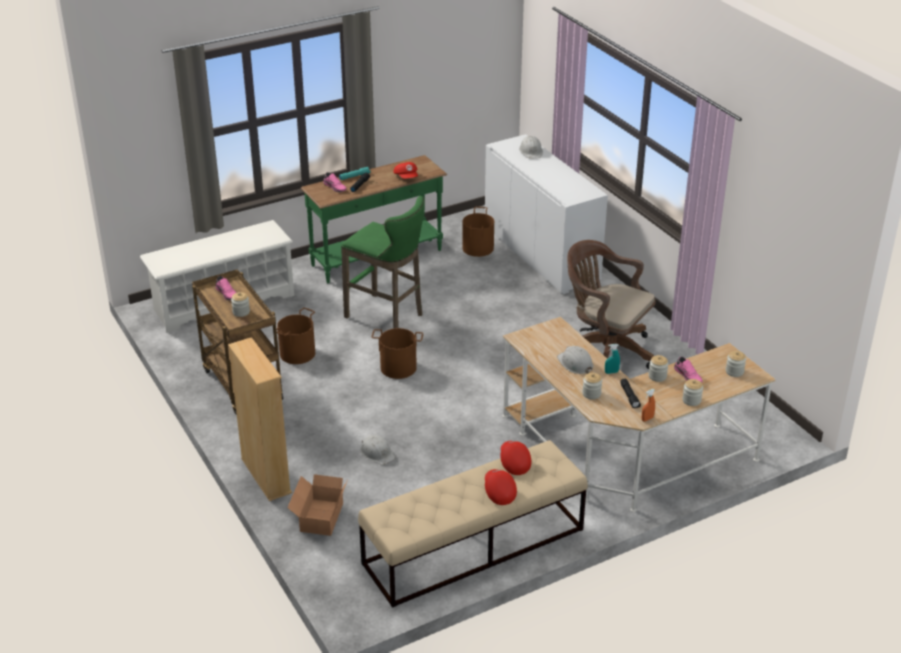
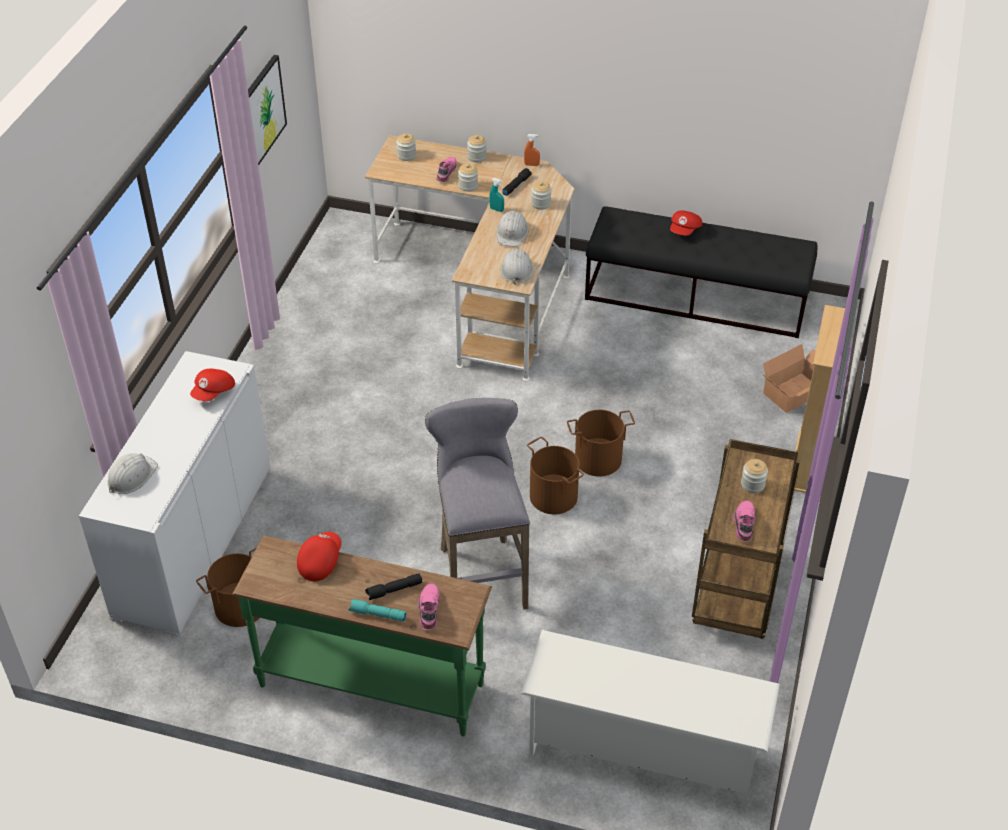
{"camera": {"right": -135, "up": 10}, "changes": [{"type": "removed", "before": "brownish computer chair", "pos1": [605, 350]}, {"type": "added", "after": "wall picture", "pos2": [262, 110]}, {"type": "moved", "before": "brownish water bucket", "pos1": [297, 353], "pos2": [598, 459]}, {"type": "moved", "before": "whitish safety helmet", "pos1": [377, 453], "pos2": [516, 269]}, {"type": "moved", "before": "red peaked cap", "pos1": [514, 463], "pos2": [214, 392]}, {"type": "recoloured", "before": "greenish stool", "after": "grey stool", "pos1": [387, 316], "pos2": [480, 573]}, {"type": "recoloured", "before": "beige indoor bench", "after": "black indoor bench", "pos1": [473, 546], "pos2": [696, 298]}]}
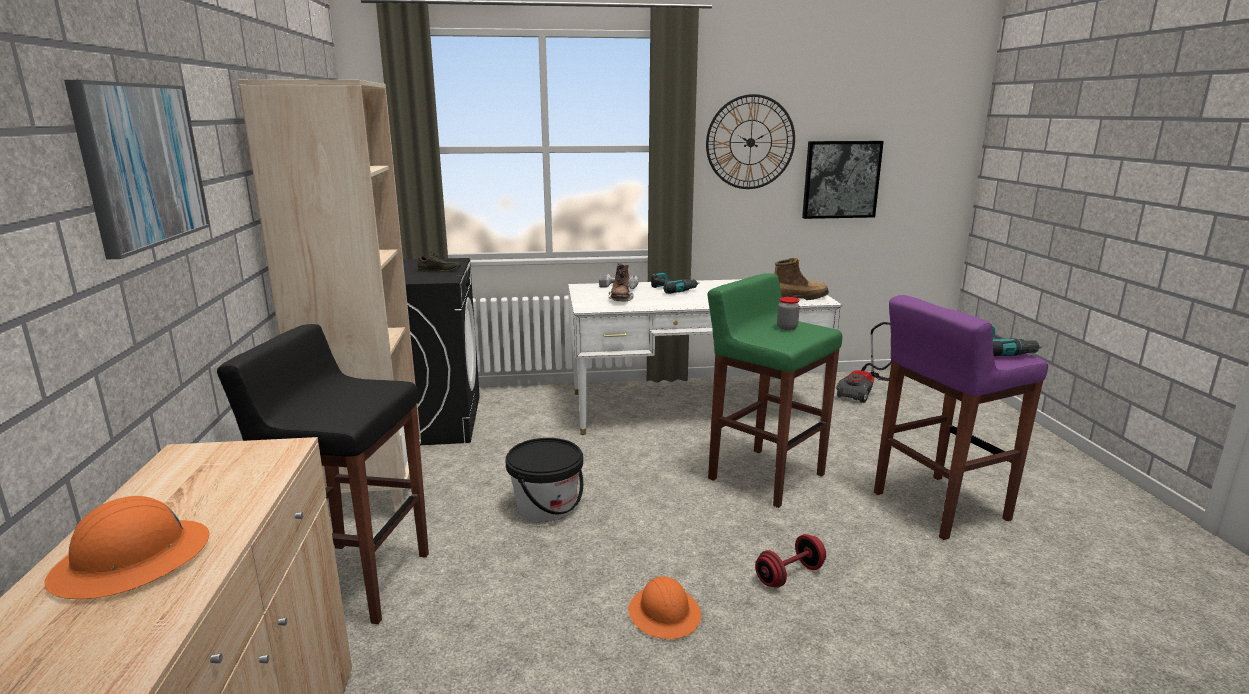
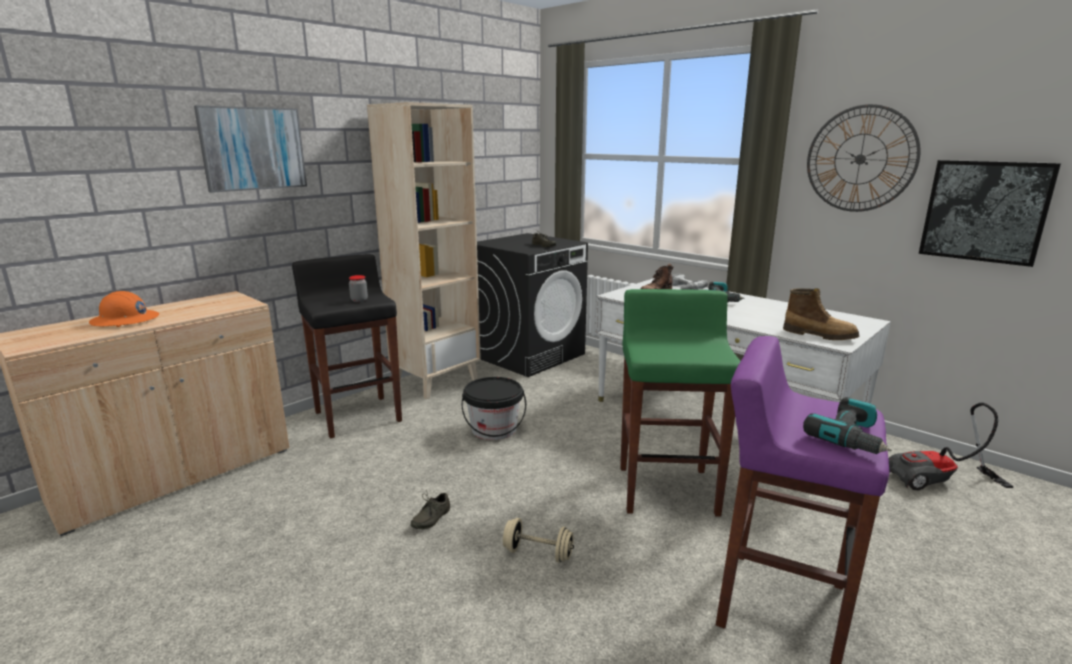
{"camera": {"right": 50, "up": 0}, "changes": [{"type": "moved", "before": "preserve jar", "pos1": [787, 327], "pos2": [359, 300]}, {"type": "replaced", "before": "orangey safety helmet", "after": "grey item of footwear", "pos1": [664, 614], "pos2": [429, 518]}, {"type": "recoloured", "before": "red free weight", "after": "beige free weight", "pos1": [789, 575], "pos2": [538, 553]}]}
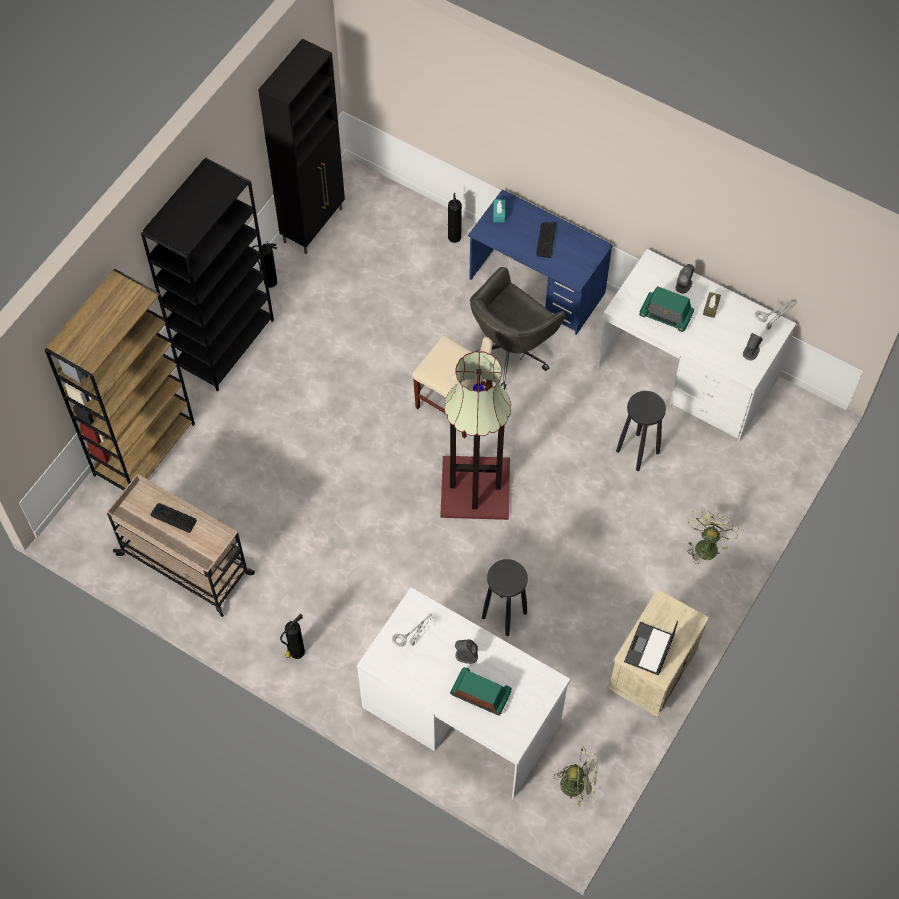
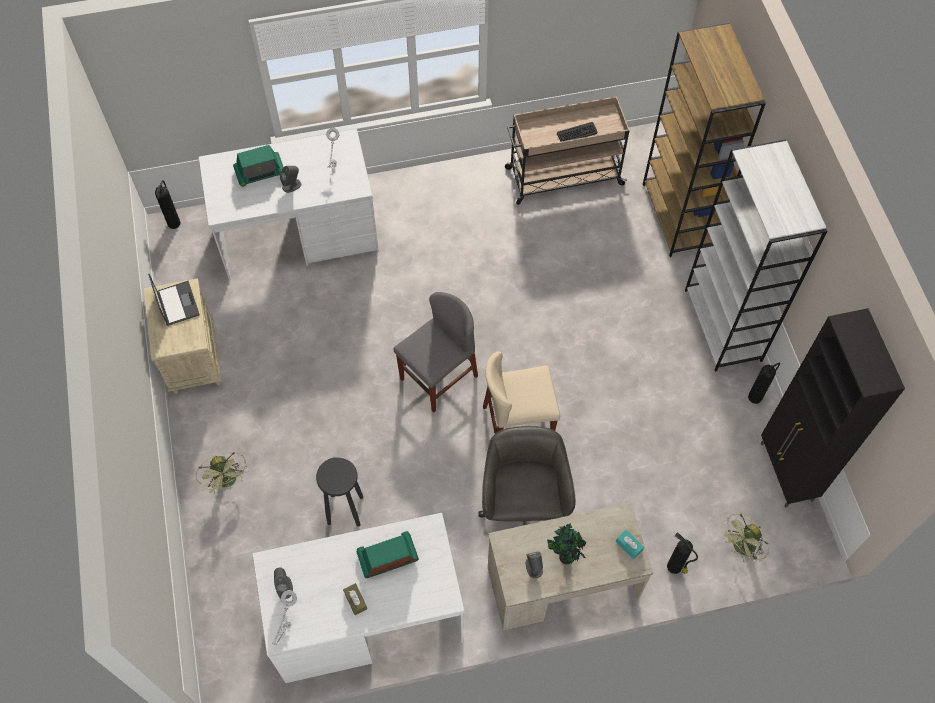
{"camera": {"right": 135, "up": 0}, "changes": [{"type": "removed", "before": "black stool", "pos1": [505, 615]}, {"type": "moved", "before": "fire extinguisher", "pos1": [296, 652], "pos2": [174, 223]}, {"type": "moved", "before": "greenish electric fan", "pos1": [578, 784], "pos2": [741, 548]}, {"type": "moved", "before": "grey audio speaker", "pos1": [684, 285], "pos2": [534, 567]}, {"type": "replaced", "before": "floor lamp", "after": "grey upright chair", "pos1": [474, 487], "pos2": [438, 377]}, {"type": "replaced", "before": "PC keyboard", "after": "potted plant", "pos1": [546, 240], "pos2": [564, 557]}, {"type": "recoloured", "before": "black bookcase", "after": "whitish bookcase", "pos1": [225, 343], "pos2": [723, 325]}, {"type": "recoloured", "before": "bluish desk table", "after": "beige desk table", "pos1": [537, 287], "pos2": [562, 583]}]}
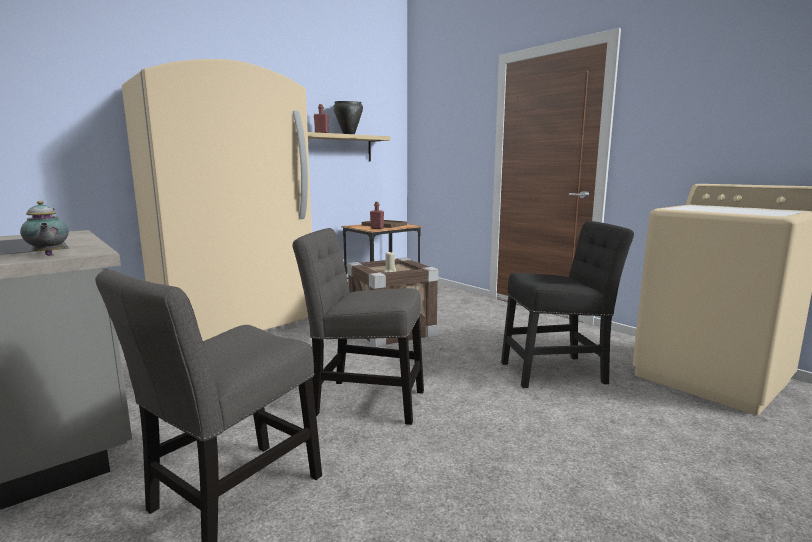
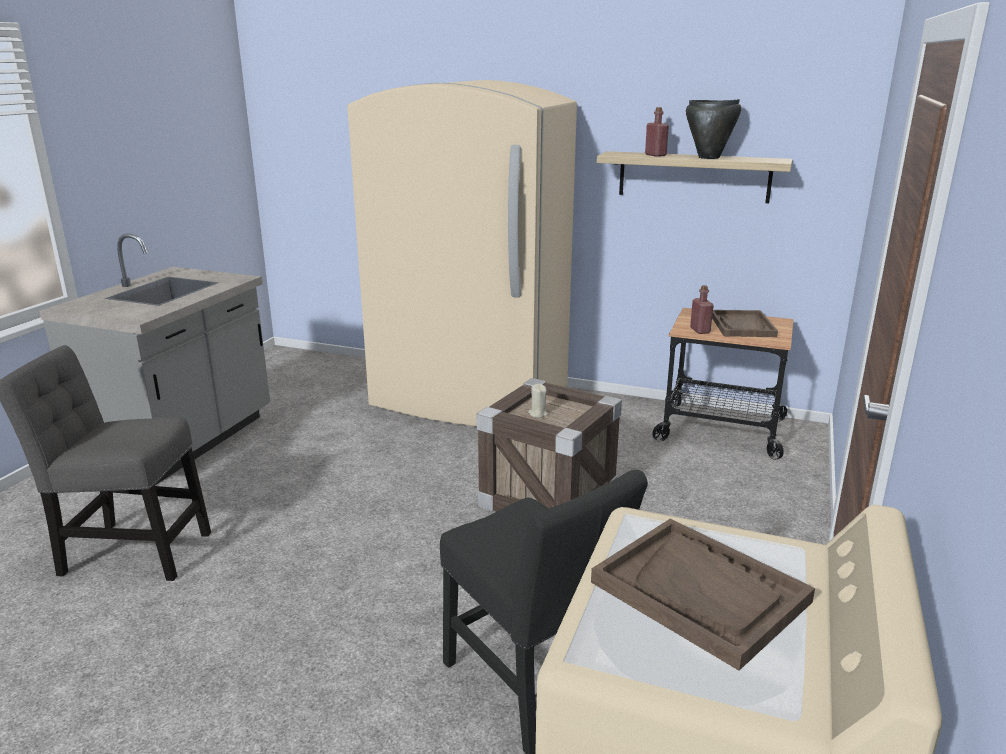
{"camera": {"right": 60, "up": 10}, "changes": [{"type": "removed", "before": "teapot", "pos1": [48, 255]}, {"type": "removed", "before": "grey upright chair", "pos1": [363, 401]}, {"type": "added", "after": "brownish serving tray", "pos2": [700, 592]}]}
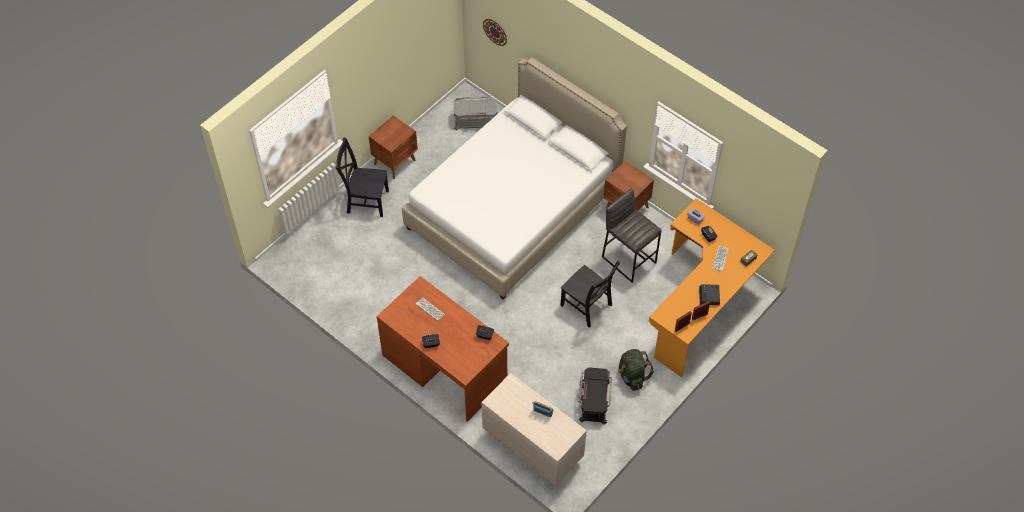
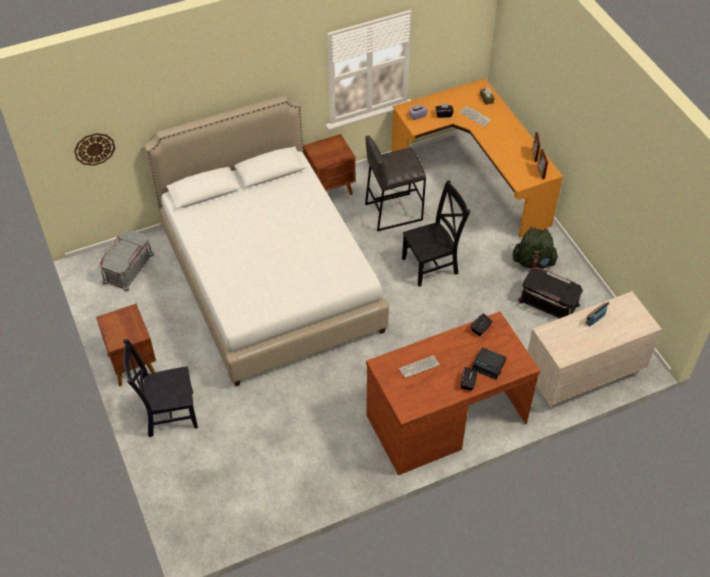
{"camera": {"right": -65, "up": -5}, "changes": [{"type": "moved", "before": "table clock", "pos1": [709, 297], "pos2": [489, 365]}, {"type": "turned", "before": "black upright chair", "pos1": [365, 201], "pos2": [168, 414], "turn": 45}]}
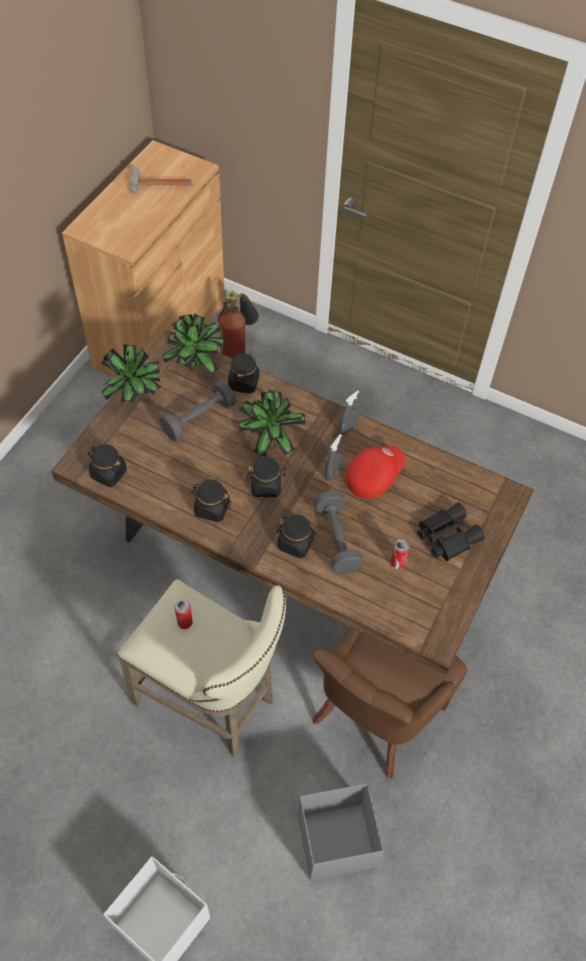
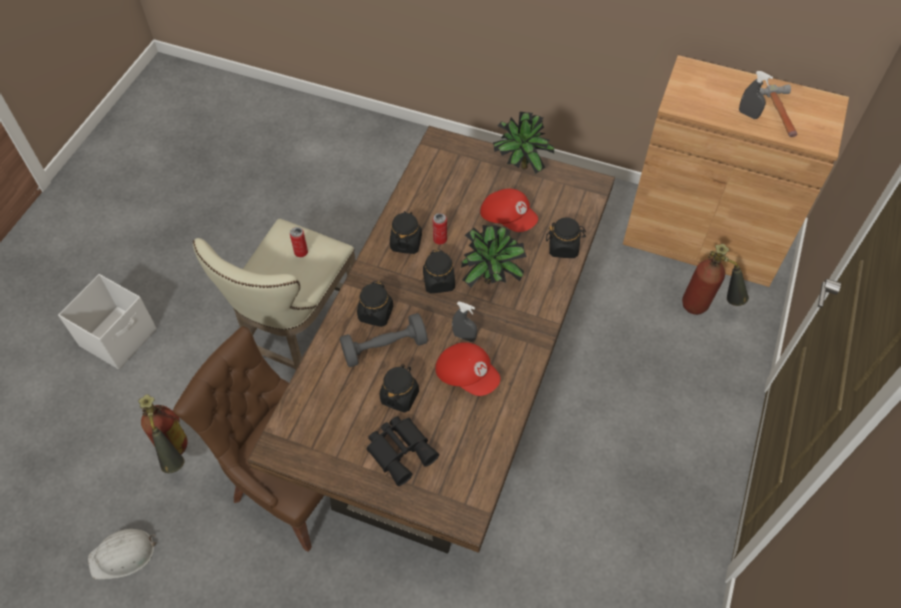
{"camera": {"right": 85, "up": 0}, "changes": [{"type": "removed", "before": "potted plant", "pos1": [197, 367]}, {"type": "added", "after": "whitish safety helmet", "pos2": [123, 555]}, {"type": "moved", "before": "black preserve jar", "pos1": [108, 473], "pos2": [399, 396]}, {"type": "moved", "before": "grey hand sprayer", "pos1": [347, 429], "pos2": [748, 114]}, {"type": "moved", "before": "metal can", "pos1": [397, 563], "pos2": [440, 239]}, {"type": "replaced", "before": "grey free weight", "after": "red peaked cap", "pos1": [199, 419], "pos2": [508, 218]}, {"type": "replaced", "before": "grey storage container", "after": "fire extinguisher", "pos1": [334, 841], "pos2": [176, 457]}]}
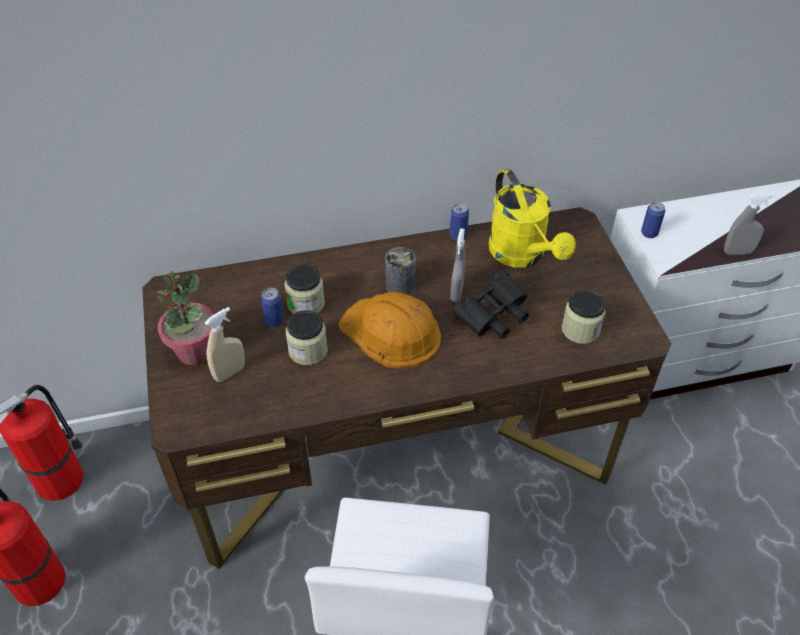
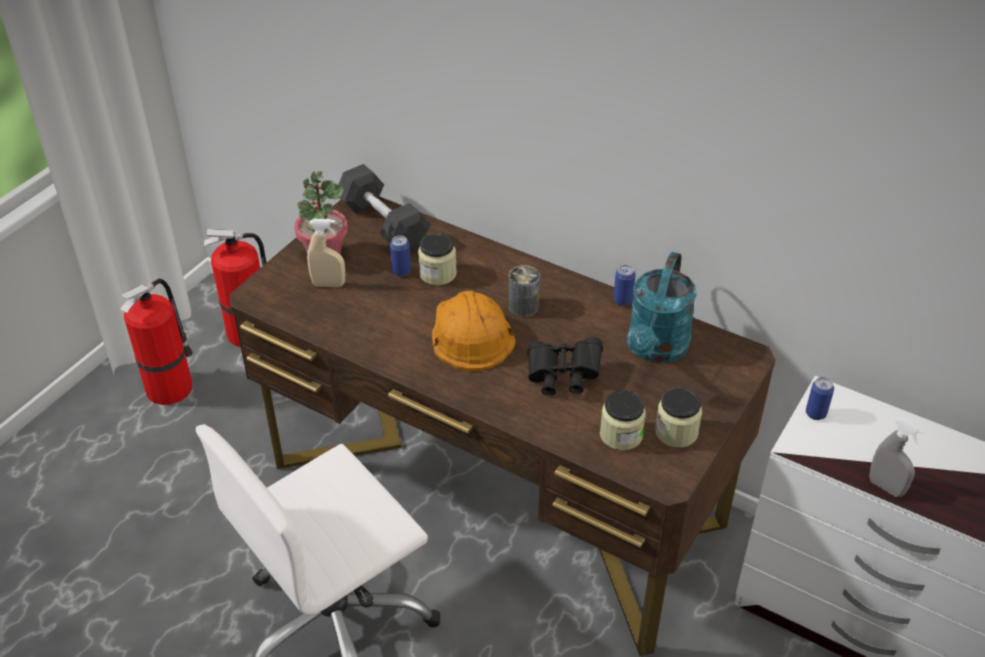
{"camera": {"right": 45, "up": -5}, "changes": [{"type": "removed", "before": "grey hand sprayer", "pos1": [456, 292]}, {"type": "added", "after": "grey free weight", "pos2": [383, 224]}, {"type": "moved", "before": "preserve jar", "pos1": [308, 350], "pos2": [676, 432]}, {"type": "recoloured", "before": "yellowish watering pot", "after": "turquoise watering pot", "pos1": [522, 255], "pos2": [655, 349]}]}
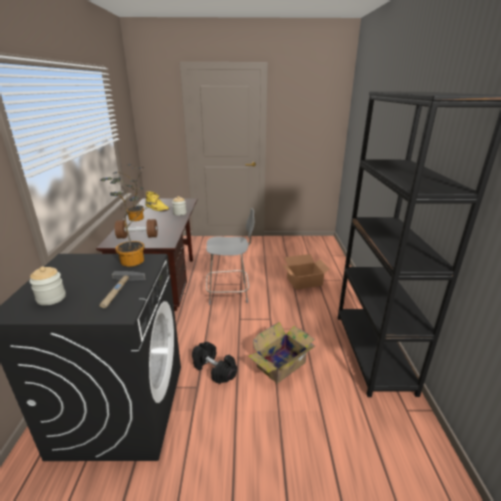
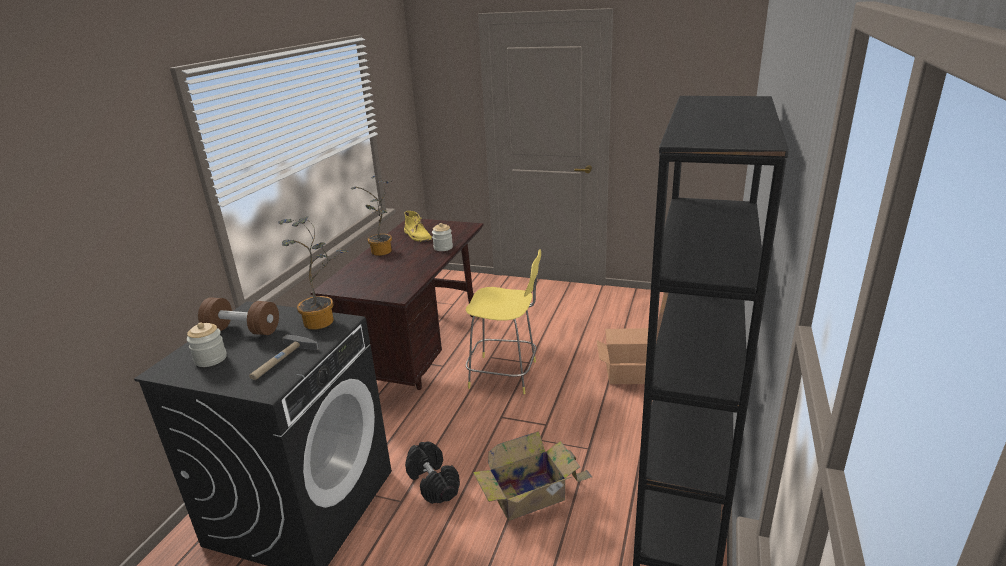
{"camera": {"right": 20, "up": 0}, "changes": [{"type": "moved", "before": "brownish free weight", "pos1": [138, 237], "pos2": [242, 330]}, {"type": "recoloured", "before": "grey stool", "after": "yellowish stool", "pos1": [230, 293], "pos2": [506, 375]}]}
